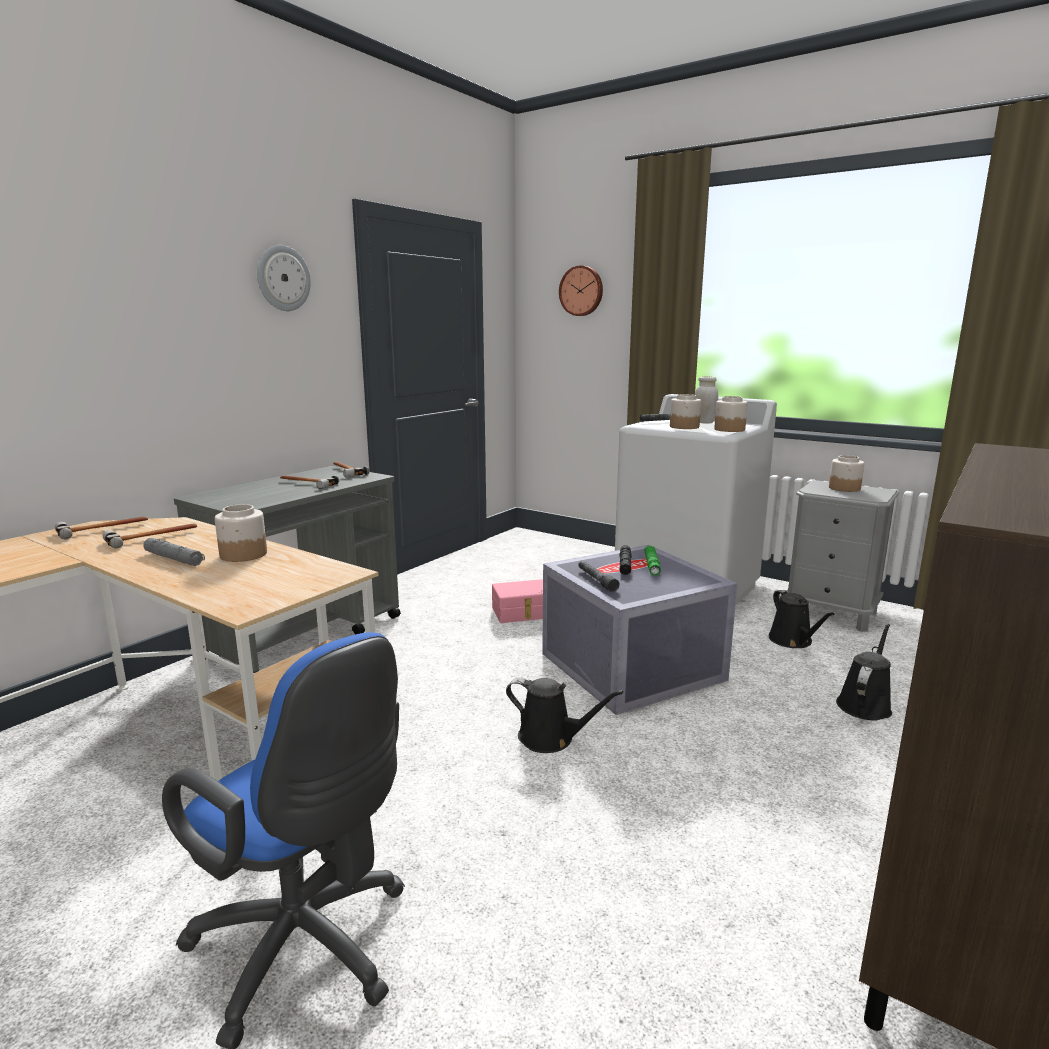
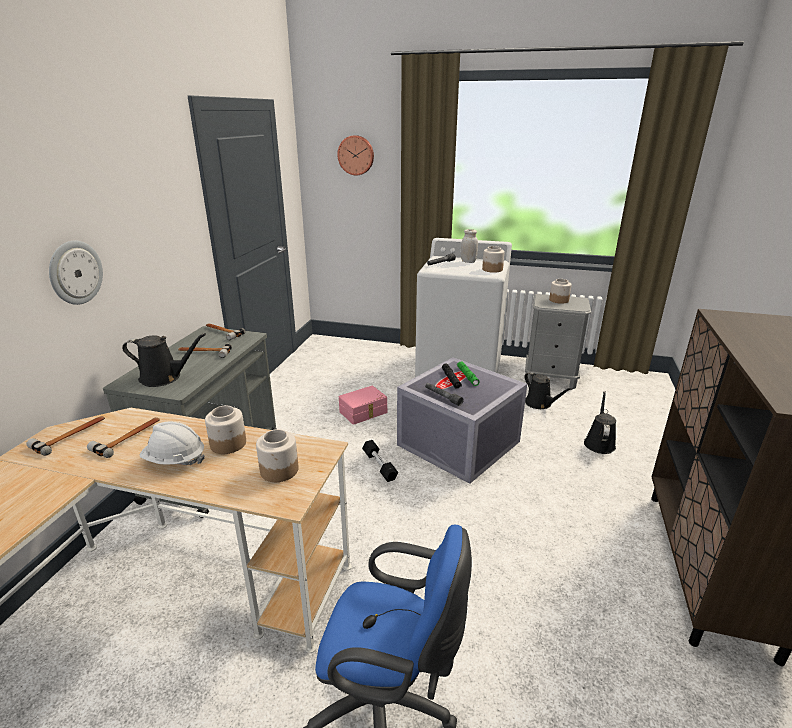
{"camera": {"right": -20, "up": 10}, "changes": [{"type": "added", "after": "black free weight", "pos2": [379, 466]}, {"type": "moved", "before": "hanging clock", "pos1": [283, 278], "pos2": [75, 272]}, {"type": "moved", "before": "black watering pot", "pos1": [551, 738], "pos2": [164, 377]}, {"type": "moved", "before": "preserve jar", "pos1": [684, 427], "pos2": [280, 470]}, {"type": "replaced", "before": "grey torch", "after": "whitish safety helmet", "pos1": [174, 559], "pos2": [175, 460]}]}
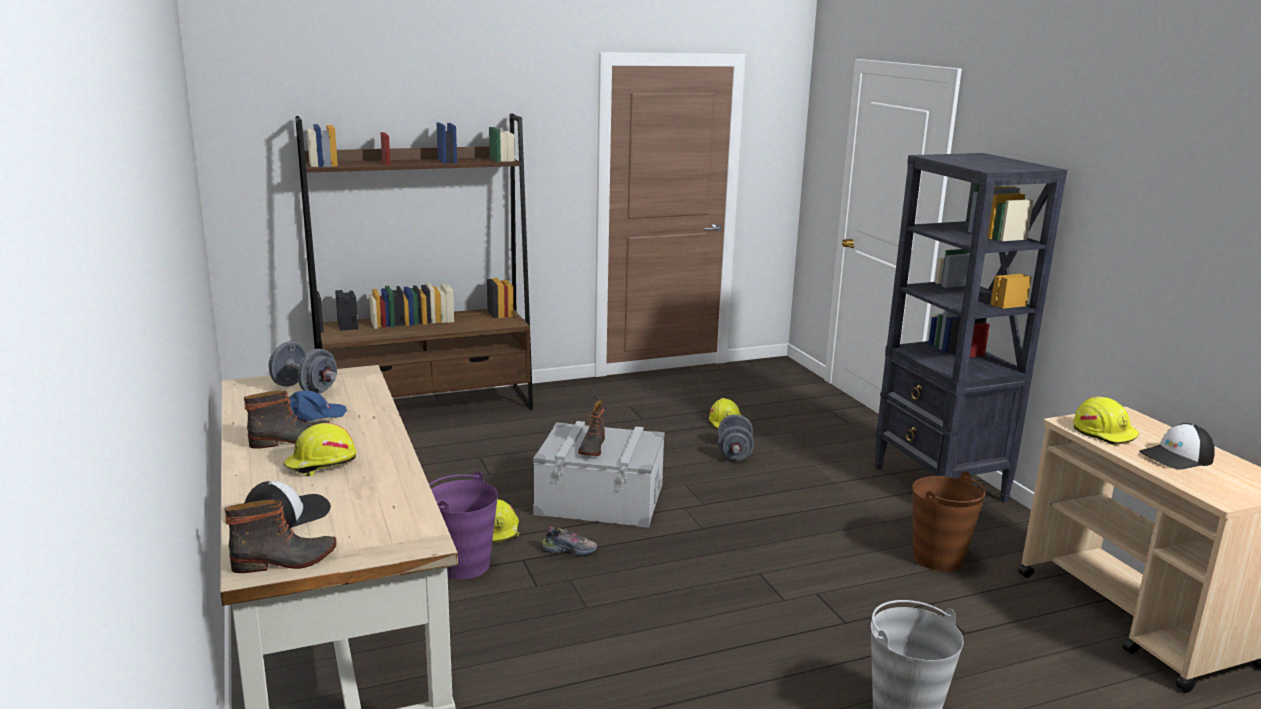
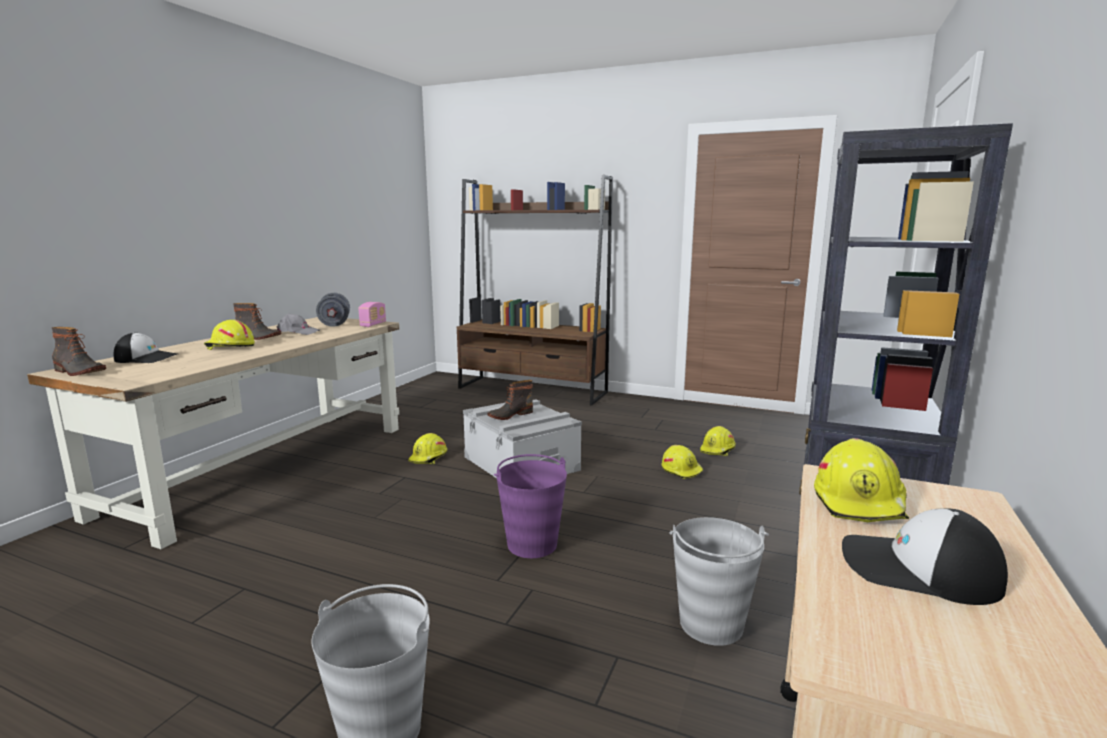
{"camera": {"right": 45, "up": -5}, "changes": [{"type": "removed", "before": "item of footwear", "pos1": [570, 550]}, {"type": "added", "after": "radio", "pos2": [373, 325]}, {"type": "moved", "before": "purplish water bucket", "pos1": [463, 565], "pos2": [532, 544]}, {"type": "replaced", "before": "grey free weight", "after": "yellowish safety helmet", "pos1": [734, 453], "pos2": [682, 470]}, {"type": "recoloured", "before": "bluish peaked cap", "after": "grey peaked cap", "pos1": [313, 416], "pos2": [297, 332]}, {"type": "recoloured", "before": "brownish water bucket", "after": "grey water bucket", "pos1": [938, 559], "pos2": [711, 624]}]}
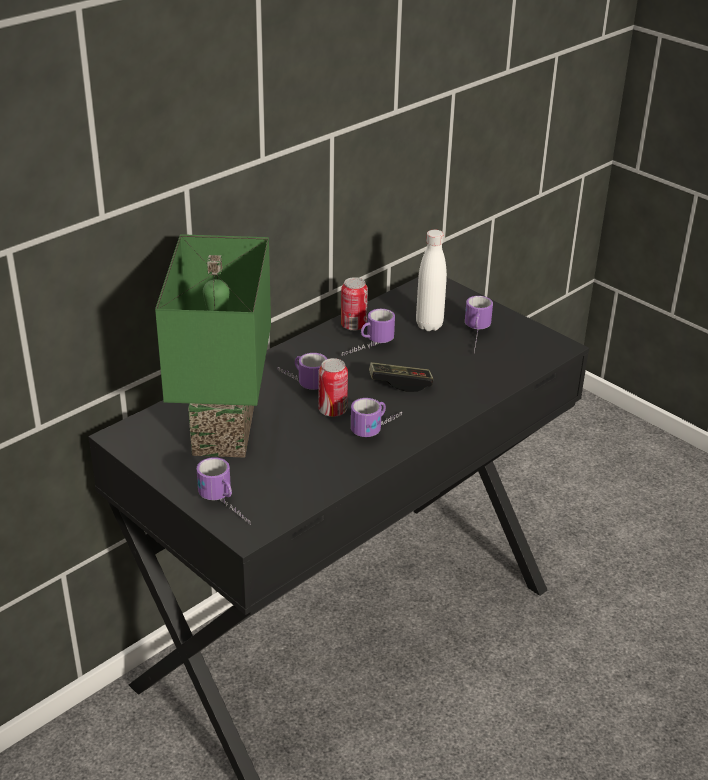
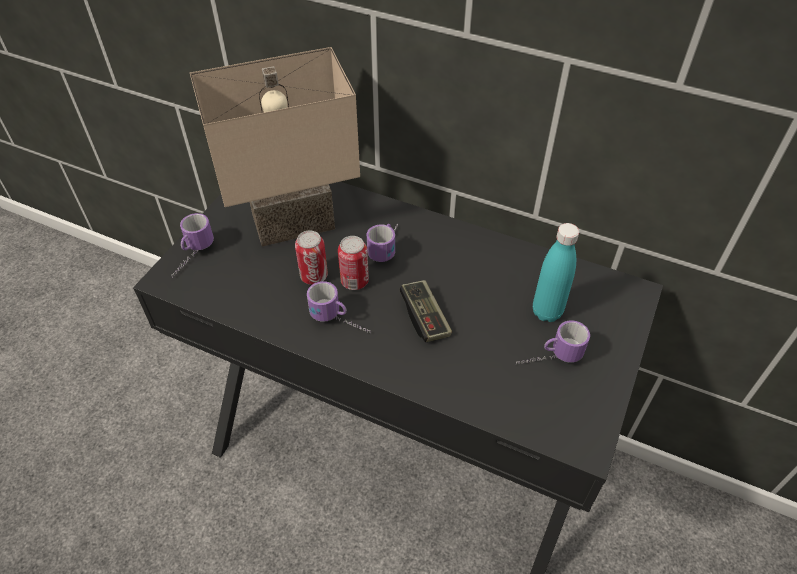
{"camera": {"right": 70, "up": 15}, "changes": [{"type": "removed", "before": "coffee mug", "pos1": [366, 348]}, {"type": "moved", "before": "metal can", "pos1": [353, 326], "pos2": [314, 276]}, {"type": "recoloured", "before": "greenish lamp for a table", "after": "beige lamp for a table", "pos1": [228, 431], "pos2": [293, 225]}, {"type": "recoloured", "before": "whitish drink bottle", "after": "turquoise drink bottle", "pos1": [429, 325], "pos2": [547, 312]}]}
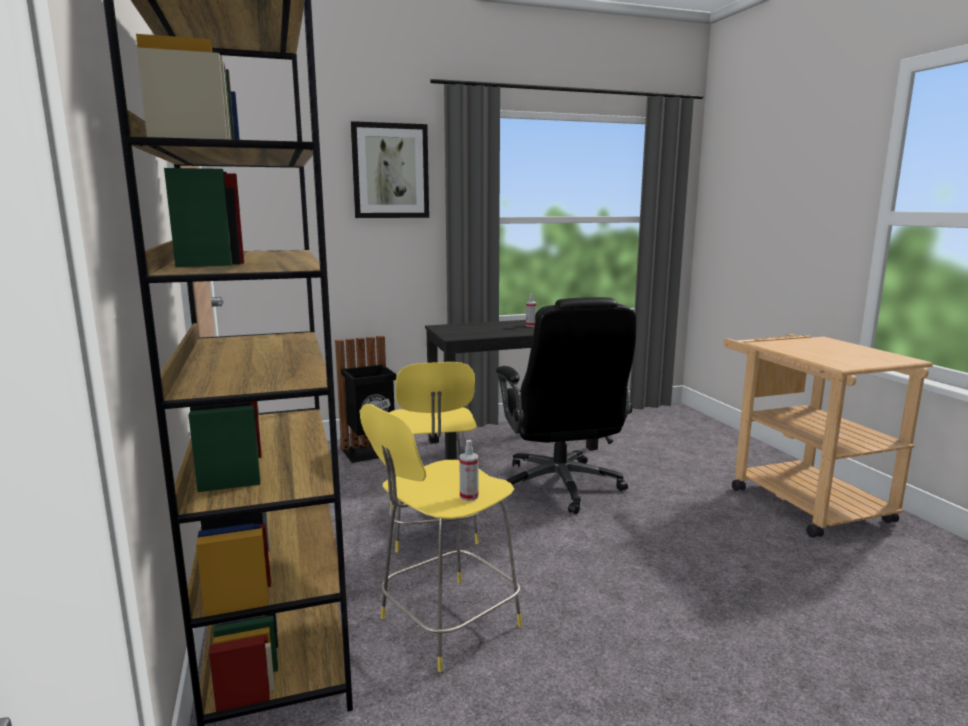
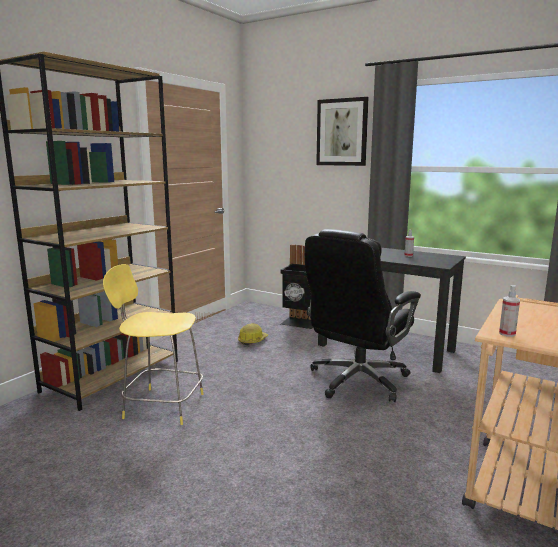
{"camera": {"right": 50, "up": 0}, "changes": [{"type": "removed", "before": "yellowish stool", "pos1": [433, 530]}, {"type": "added", "after": "safety helmet", "pos2": [252, 340]}, {"type": "moved", "before": "hand sprayer", "pos1": [469, 496], "pos2": [507, 333]}]}
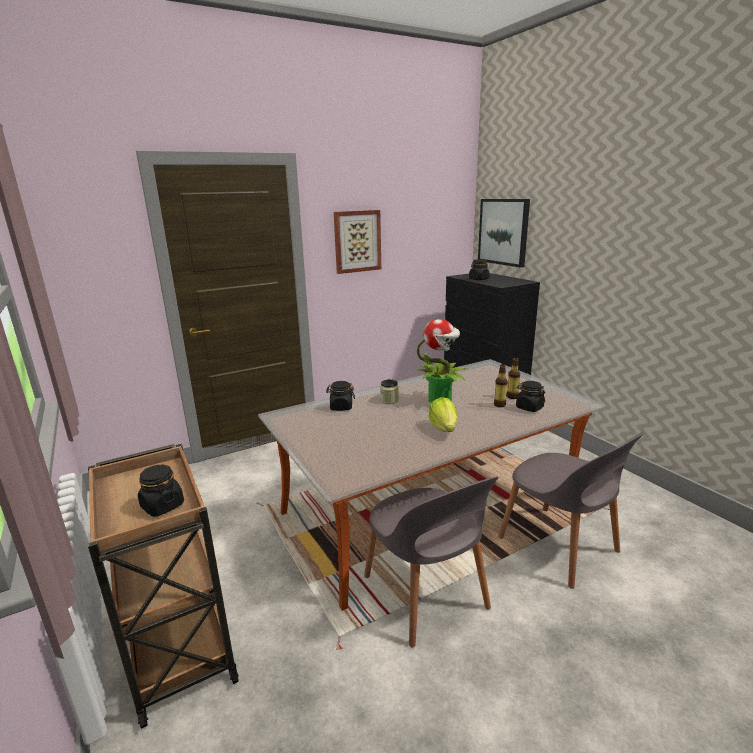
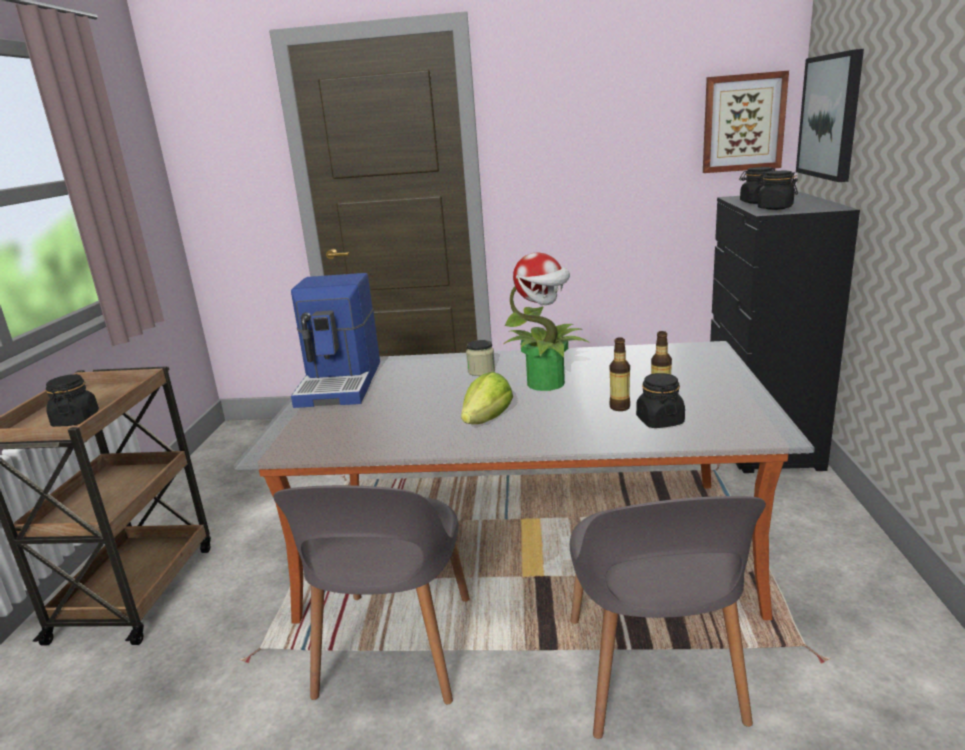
{"camera": {"right": 35, "up": 0}, "changes": [{"type": "added", "after": "coffee machine", "pos2": [342, 383]}, {"type": "moved", "before": "black preserve jar", "pos1": [341, 407], "pos2": [775, 208]}, {"type": "moved", "before": "wall picture", "pos1": [357, 241], "pos2": [743, 123]}]}
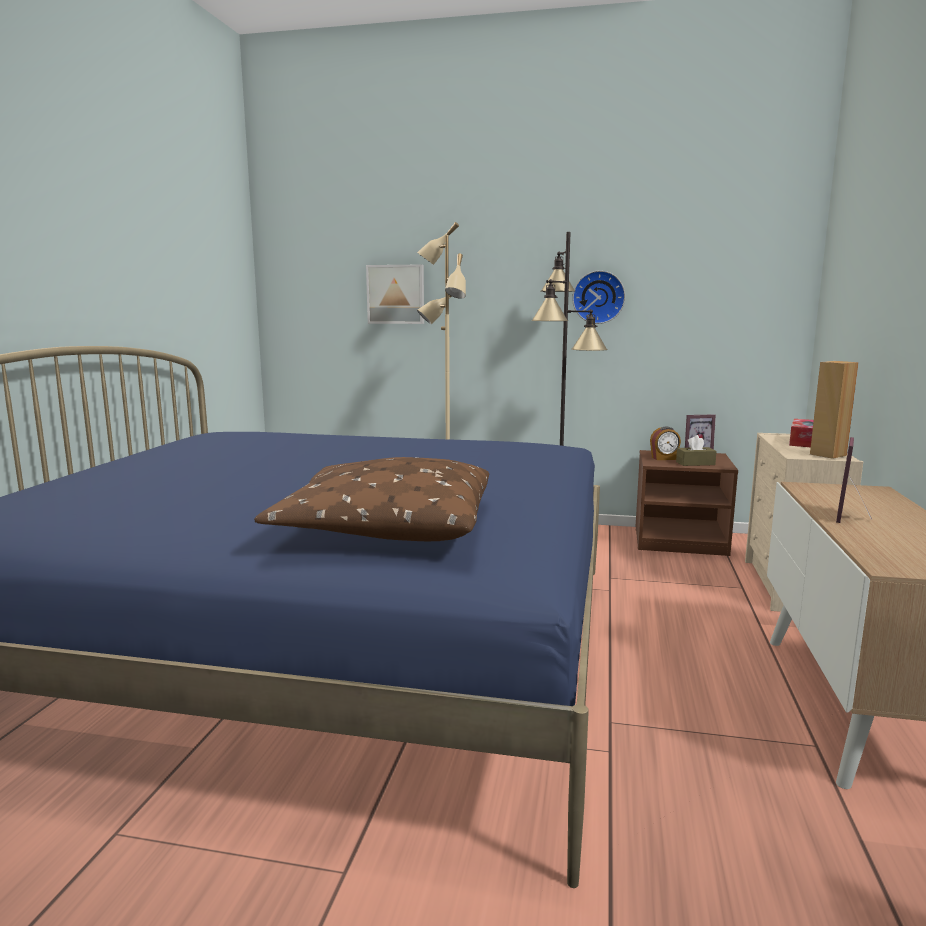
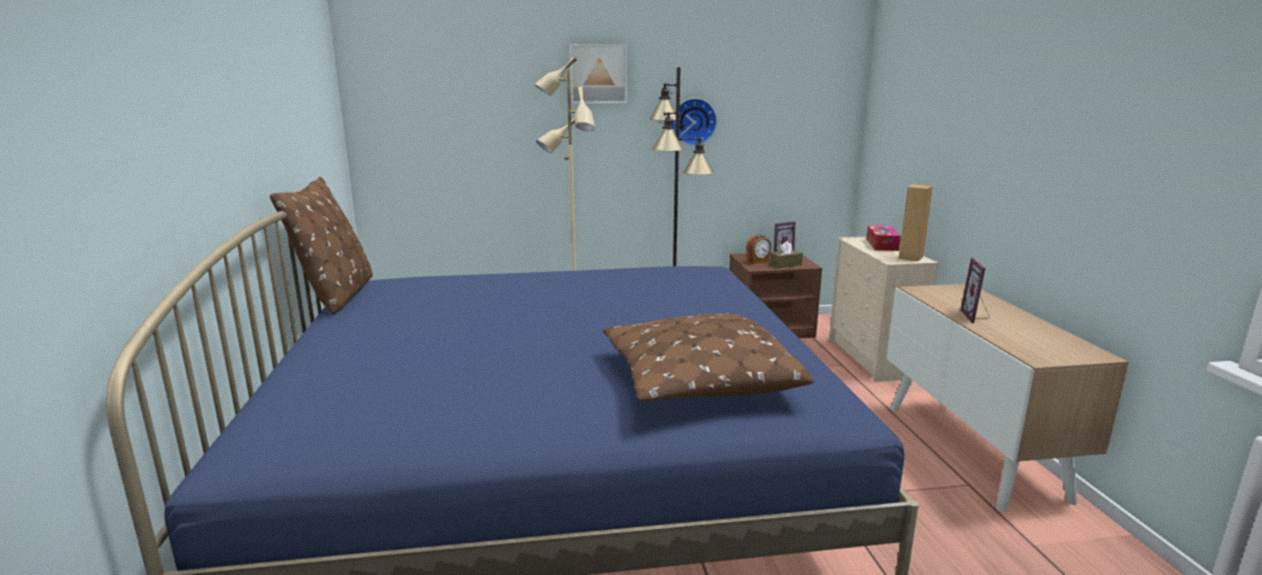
{"camera": {"right": -20, "up": 5}, "changes": [{"type": "added", "after": "brownish pillow", "pos2": [337, 295]}, {"type": "moved", "before": "wall picture", "pos1": [396, 294], "pos2": [598, 74]}]}
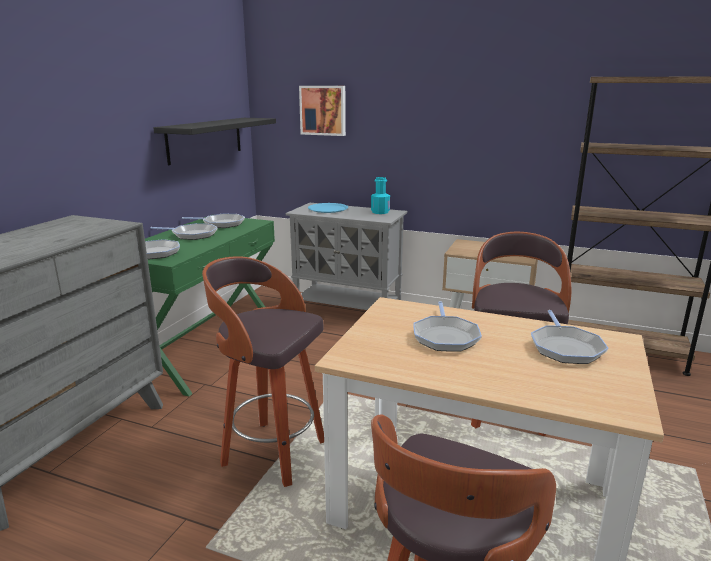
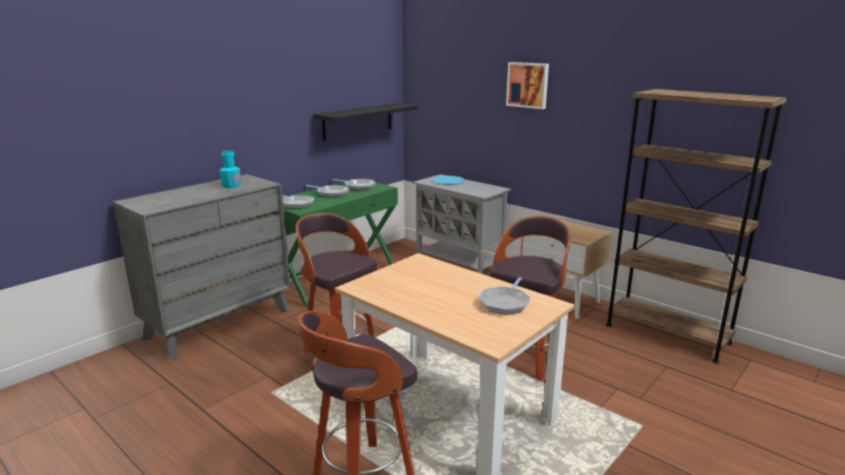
{"camera": {"right": 20, "up": 0}, "changes": [{"type": "removed", "before": "skillet", "pos1": [445, 336]}, {"type": "moved", "before": "wall picture", "pos1": [323, 110], "pos2": [528, 85]}, {"type": "moved", "before": "turquoise drink bottle", "pos1": [380, 212], "pos2": [231, 186]}]}
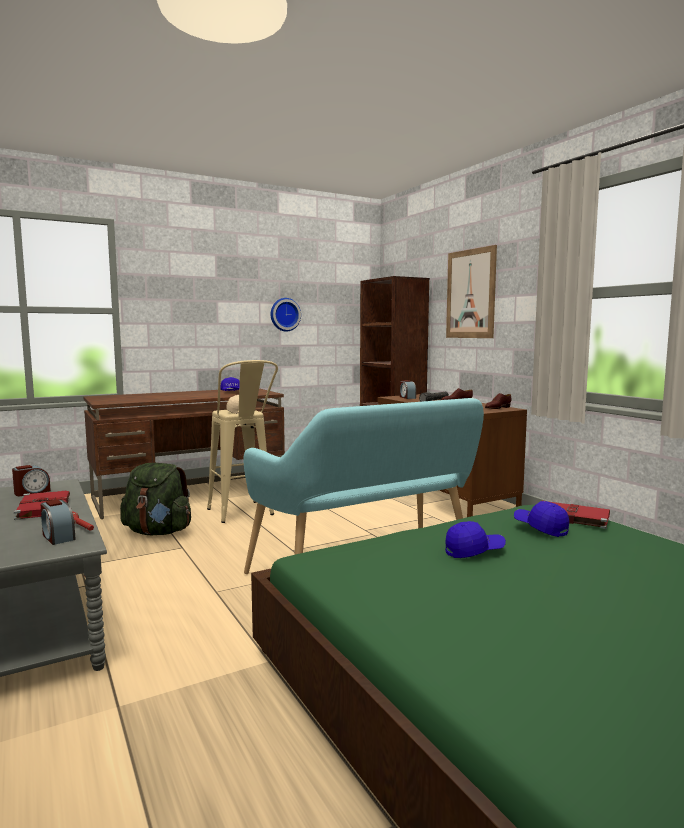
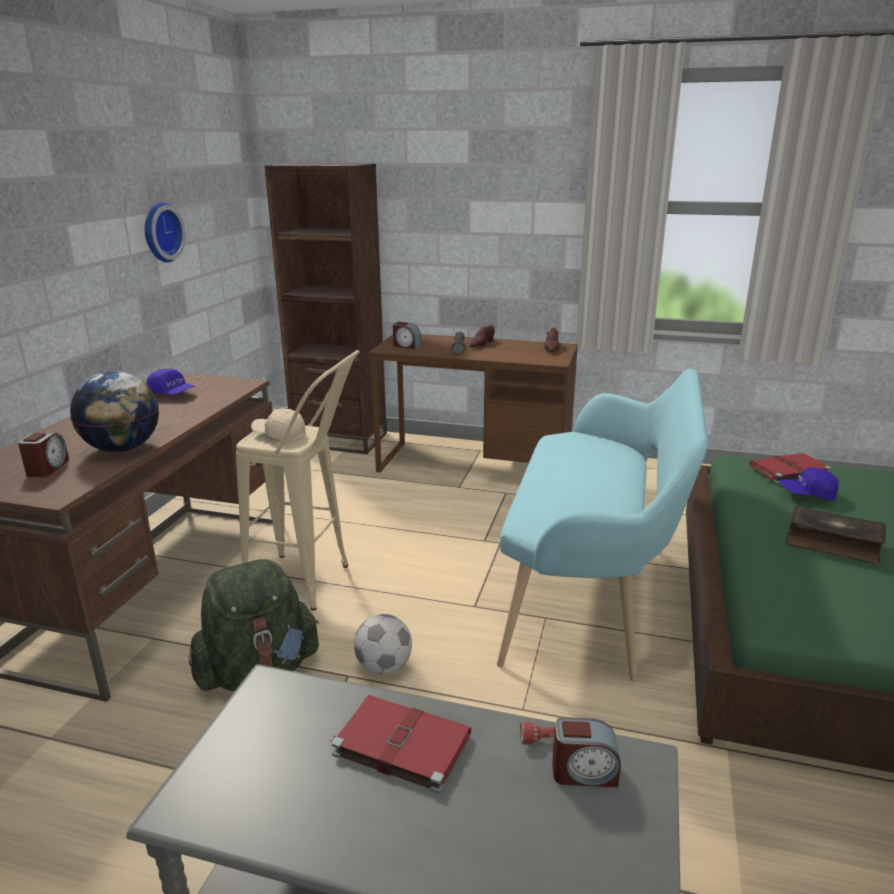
{"camera": {"right": -45, "up": 15}, "changes": [{"type": "removed", "before": "wall picture", "pos1": [470, 294]}, {"type": "added", "after": "globe", "pos2": [122, 449]}, {"type": "added", "after": "ball for football", "pos2": [384, 666]}, {"type": "moved", "before": "table clock", "pos1": [32, 492], "pos2": [47, 468]}, {"type": "replaced", "before": "bluish peaked cap", "after": "book", "pos1": [474, 551], "pos2": [832, 544]}]}
